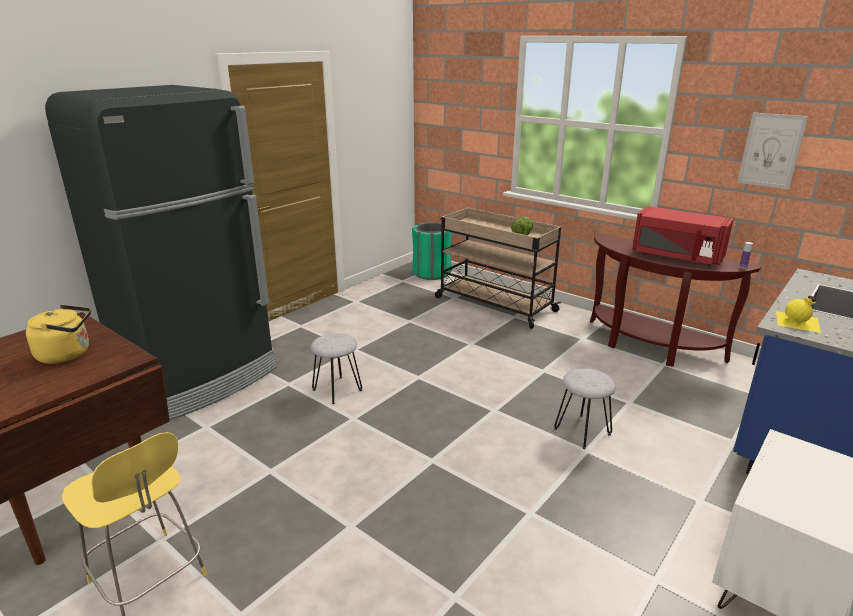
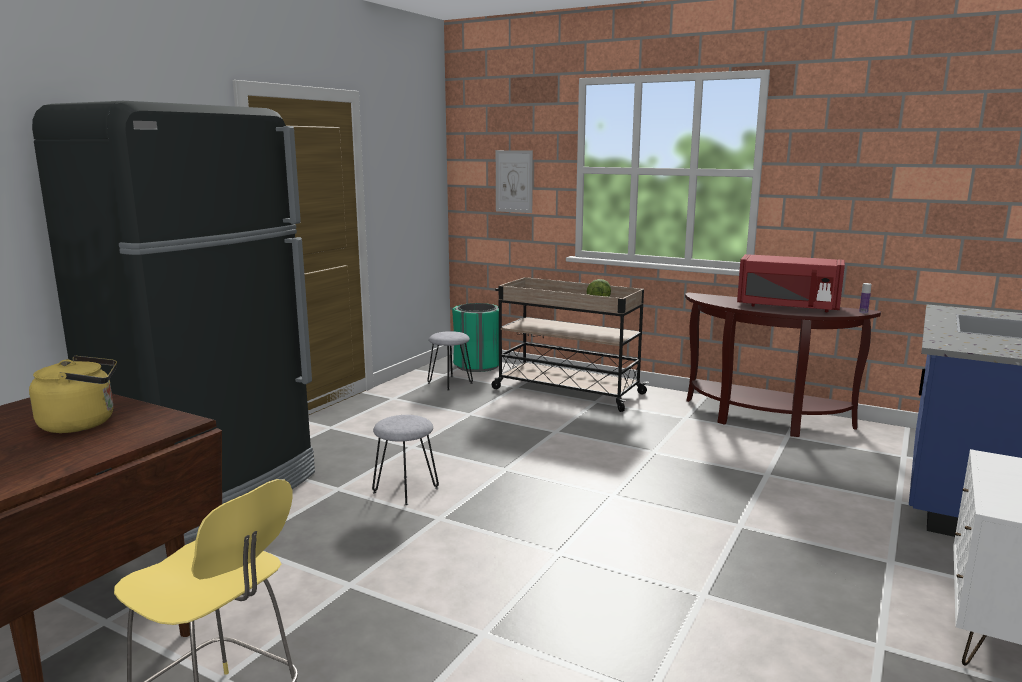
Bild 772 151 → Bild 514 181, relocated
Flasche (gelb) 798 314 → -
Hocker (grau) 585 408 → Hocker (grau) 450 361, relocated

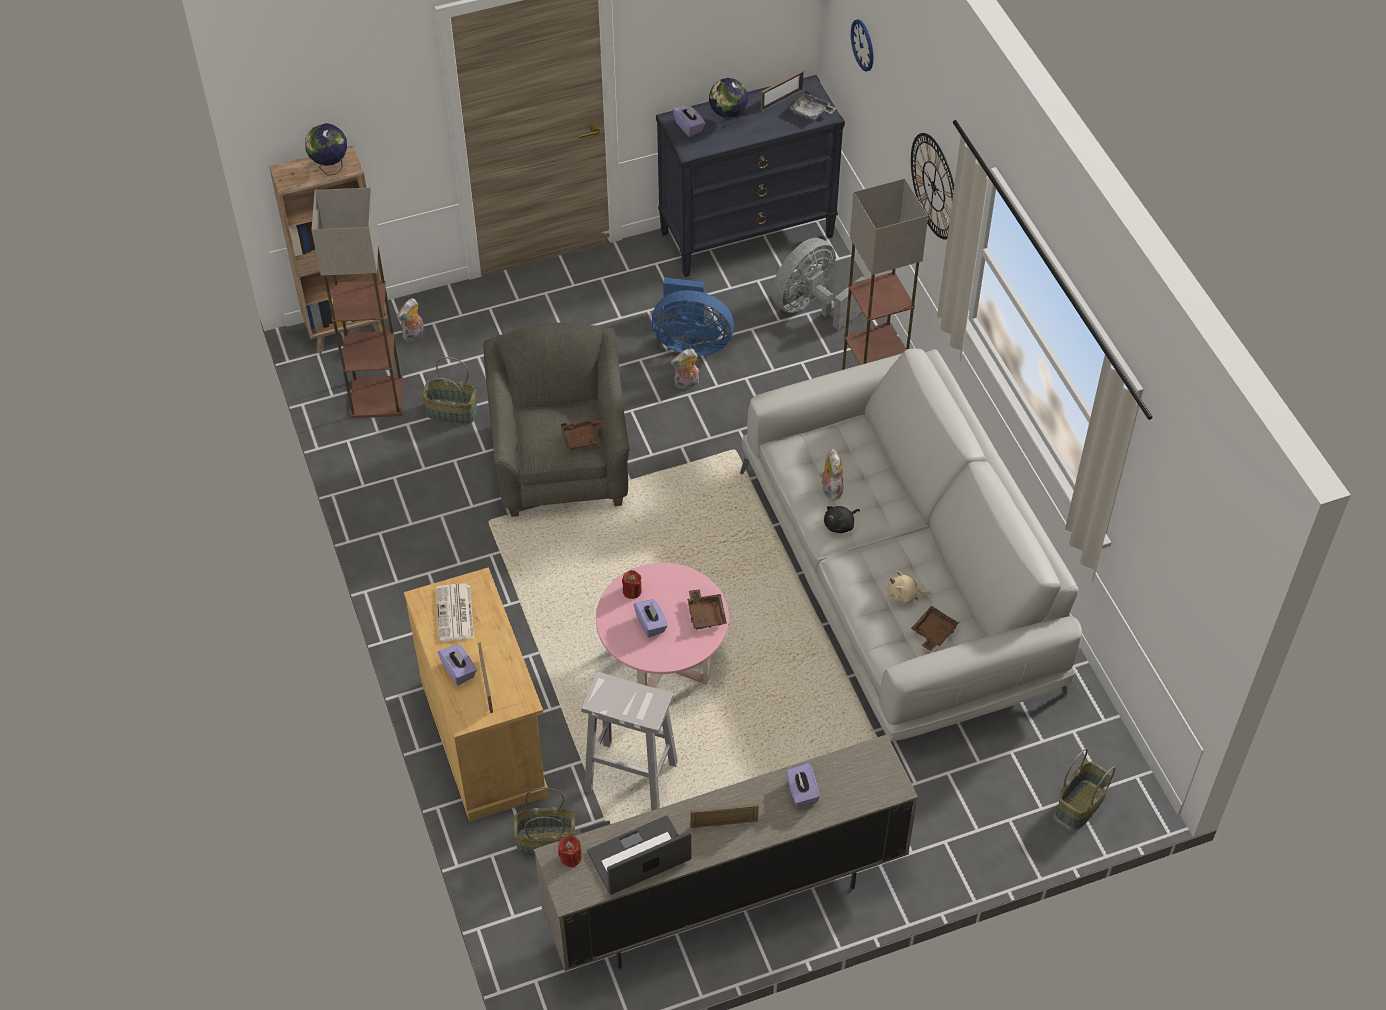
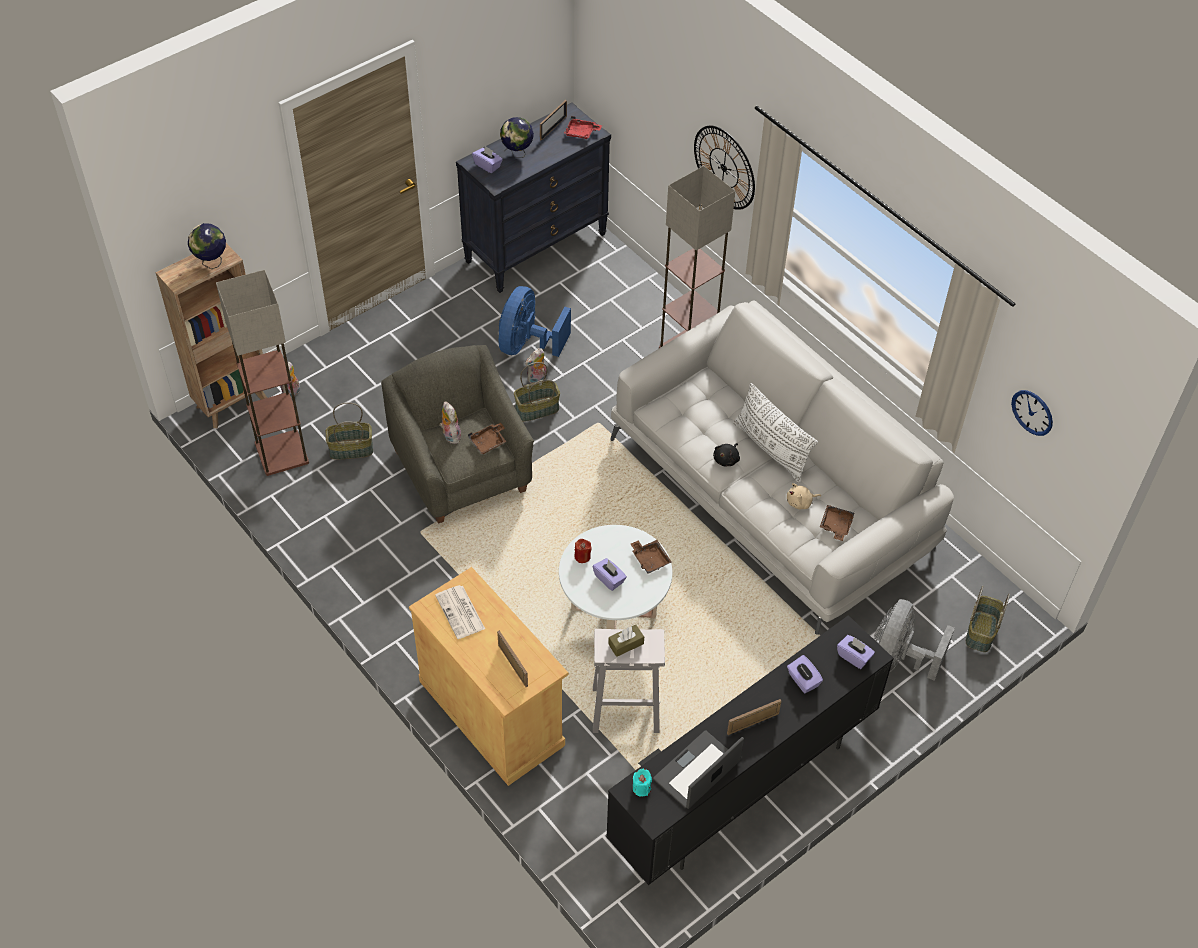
Wanduhr 862 45 → Wanduhr 1032 413, relocated
Tablett (grau) 812 105 → Tablett (rot) 583 127
Ventilator (grau) 819 284 → Ventilator (grau) 914 640, relocated
Ventilator (blau) 693 317 → Ventilator (blau) 535 321, 120 degrees clockwise
Plüschtier 832 474 → Plüschtier 450 422, relocated
Couchtisch (rosa) 662 625 → Couchtisch (weiß) 615 577
Taschentuchbox (lila) 457 664 → Taschentuchbox (lila) 856 652, relocated
Fernsehschrank (beige) 726 852 → Fernsehschrank (schwarz) 750 750
Korb 544 821 → Korb 537 392, relocated
Kerze (rot) 570 851 → Kerze (türkis) 642 783
- → Kissen (weiß) 775 433
- → Taschentuchbox (braun) 626 641

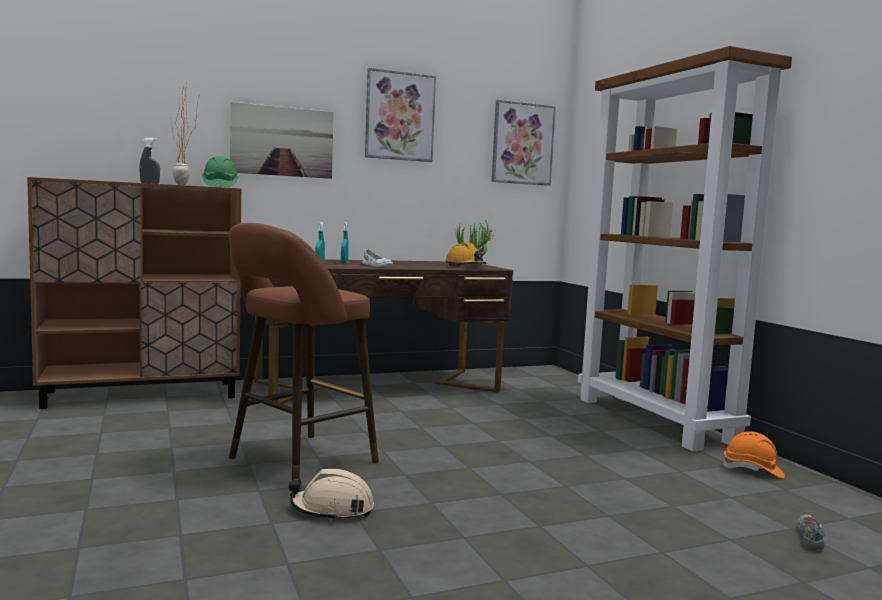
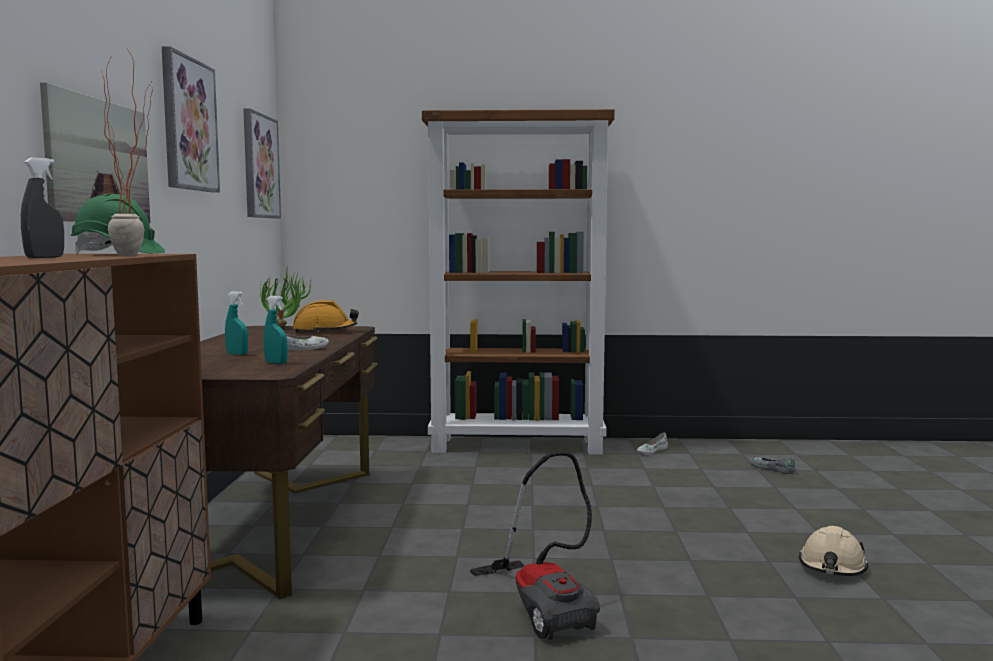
Hocker (braun) 304 351 → Staubsauger 535 545
Schutzhelm (orange) 753 454 → Schuh (weiß) 652 443
Schutzhelm (beige) 331 495 → Schutzhelm (beige) 834 551, relocated

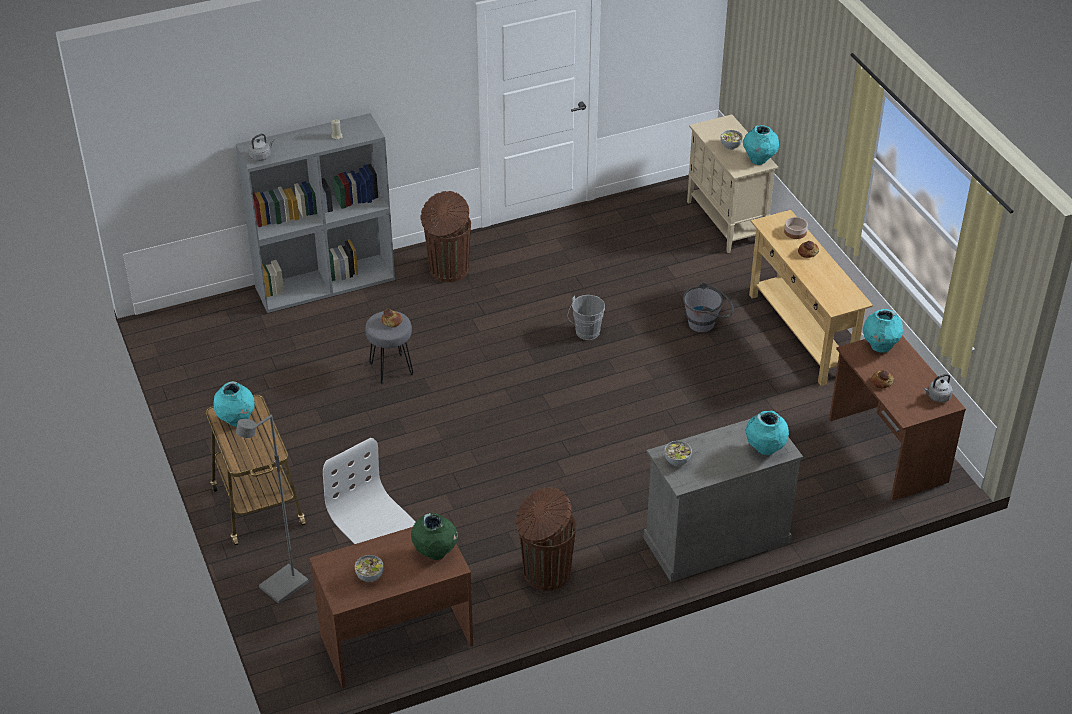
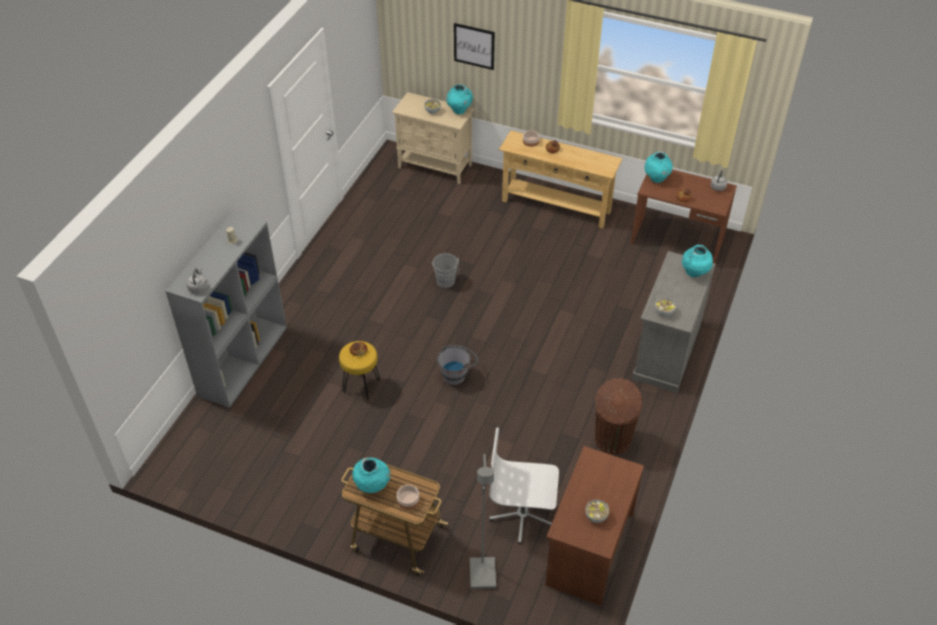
Mülleimer (braun) 446 236 → -
Eimer (grau) 708 307 → Eimer (grau) 457 365, relocated
Hocker (grau) 389 347 → Hocker (gelb) 359 370
Vase (grün) 434 536 → -
- → Bild 474 46
- → Schüssel 408 497

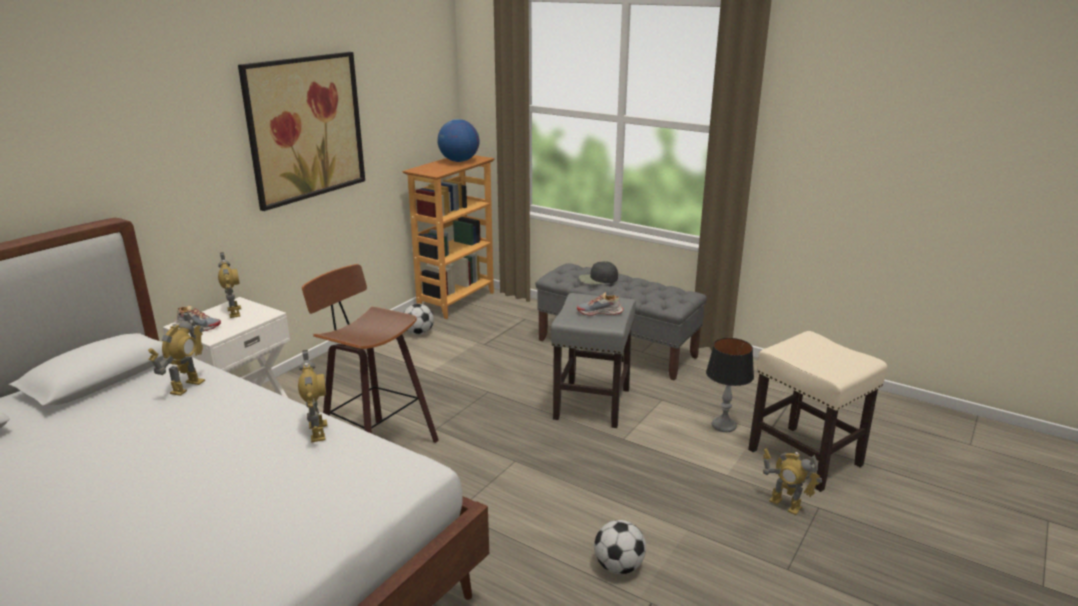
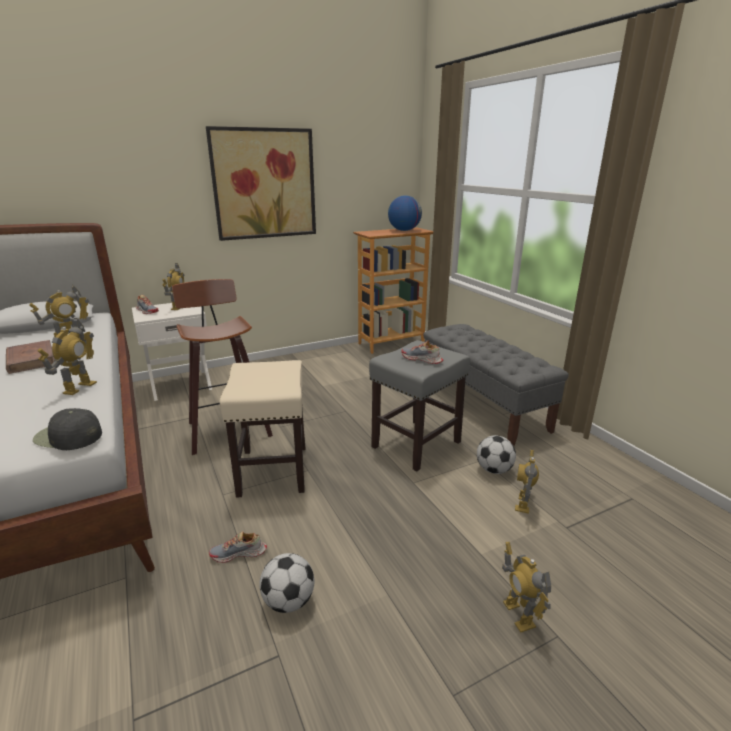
Kappe (schwarz) 598 273 → Kappe (schwarz) 67 429, relocated
Fußball 418 319 → Fußball 496 454, relocated
Hocker (beige) 817 411 → Hocker (beige) 262 429, relocated
Tischlampe 730 385 → Spielzeugroboter 527 482
- → Buch (braun) 30 357
- → Schuh 238 547

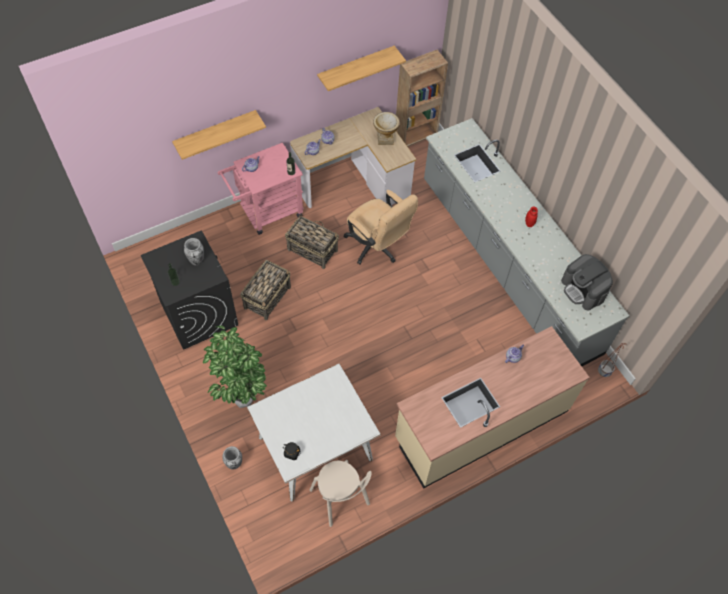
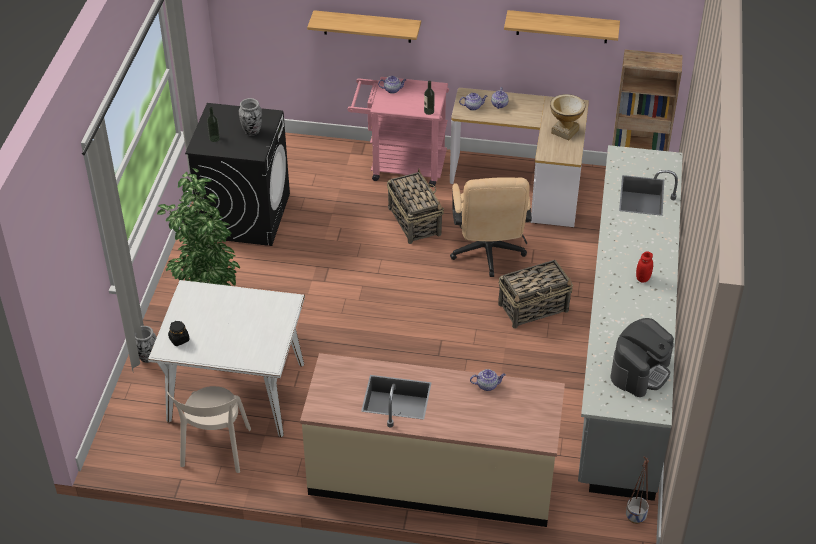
Kaffeemaschine 587 282 → Kaffeemaschine 642 357, 150 degrees counterclockwise
Korb 265 290 → Korb 535 294, relocated

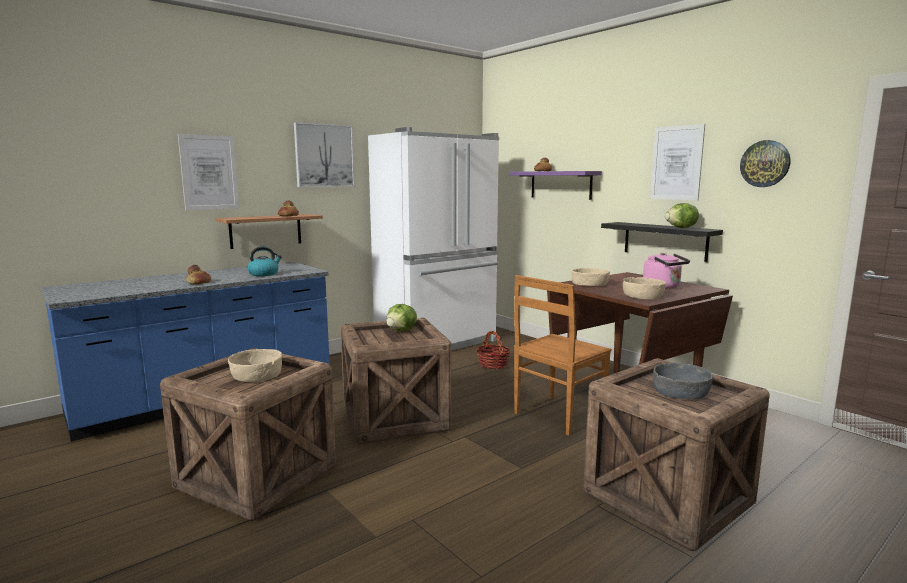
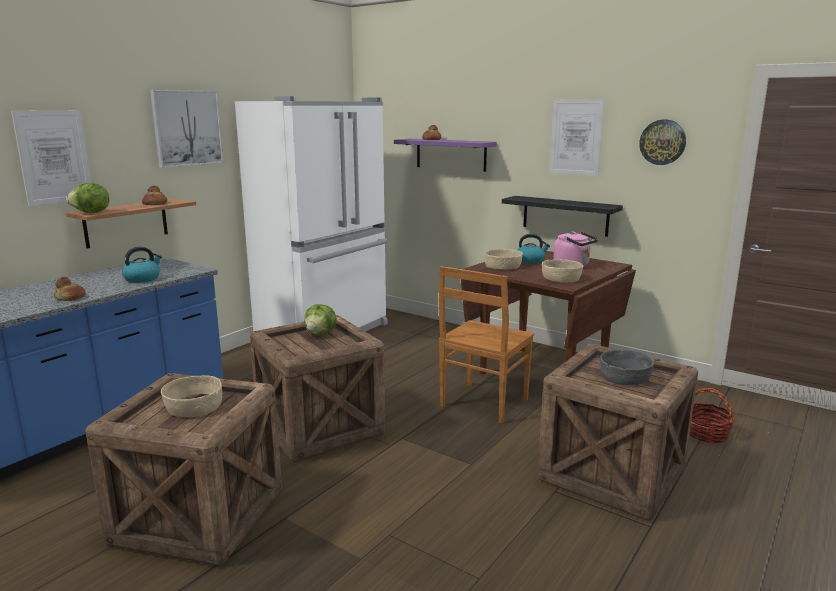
Salatkopf 682 215 → Salatkopf 87 198, relocated
Korb 493 350 → Korb 712 415, relocated
- → Wasserkessel 533 249

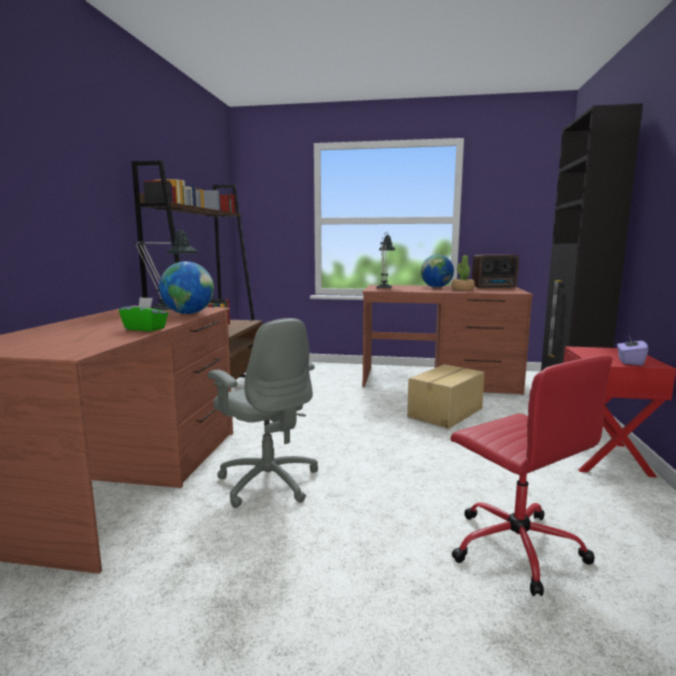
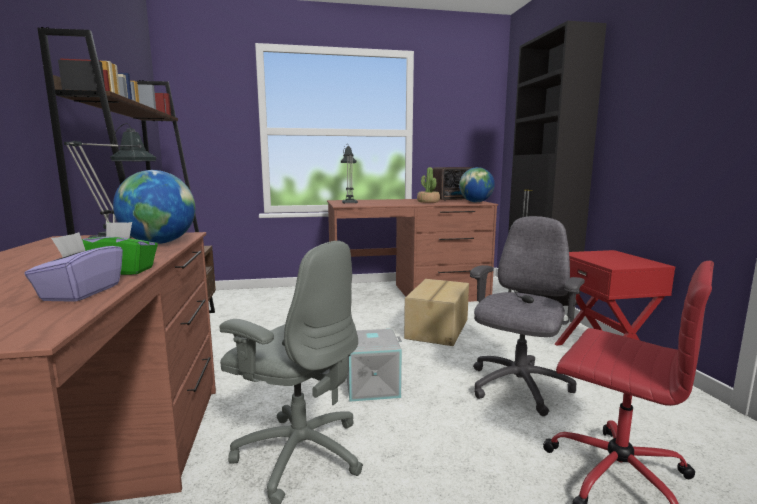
Globus 437 271 → Globus 477 184, relocated
Taschentuchbox (lila) 632 349 → Taschentuchbox (lila) 73 267, relocated
- → Bürostuhl (grau) 527 316
- → Aufbewahrungsbox (grau) 374 365

